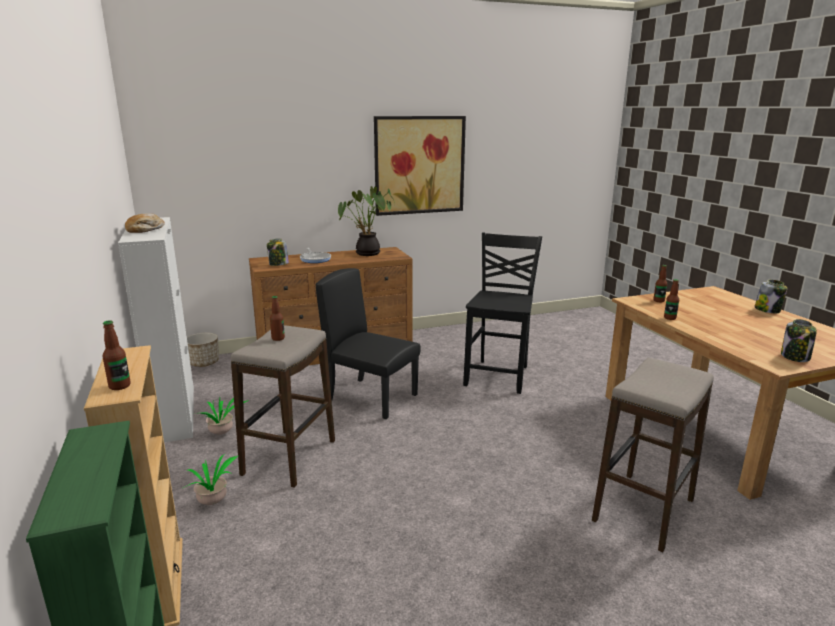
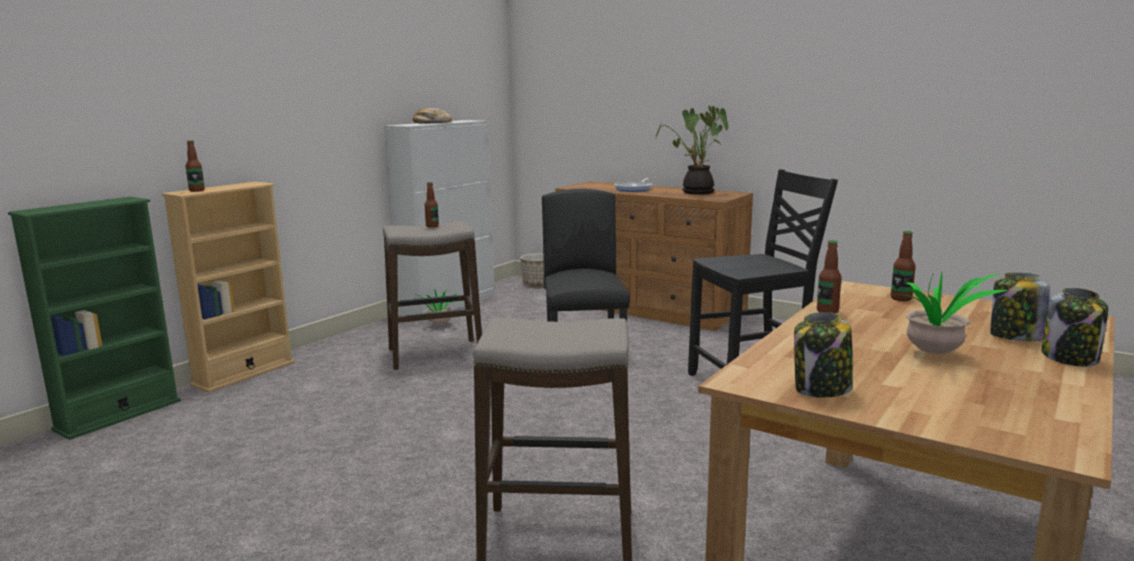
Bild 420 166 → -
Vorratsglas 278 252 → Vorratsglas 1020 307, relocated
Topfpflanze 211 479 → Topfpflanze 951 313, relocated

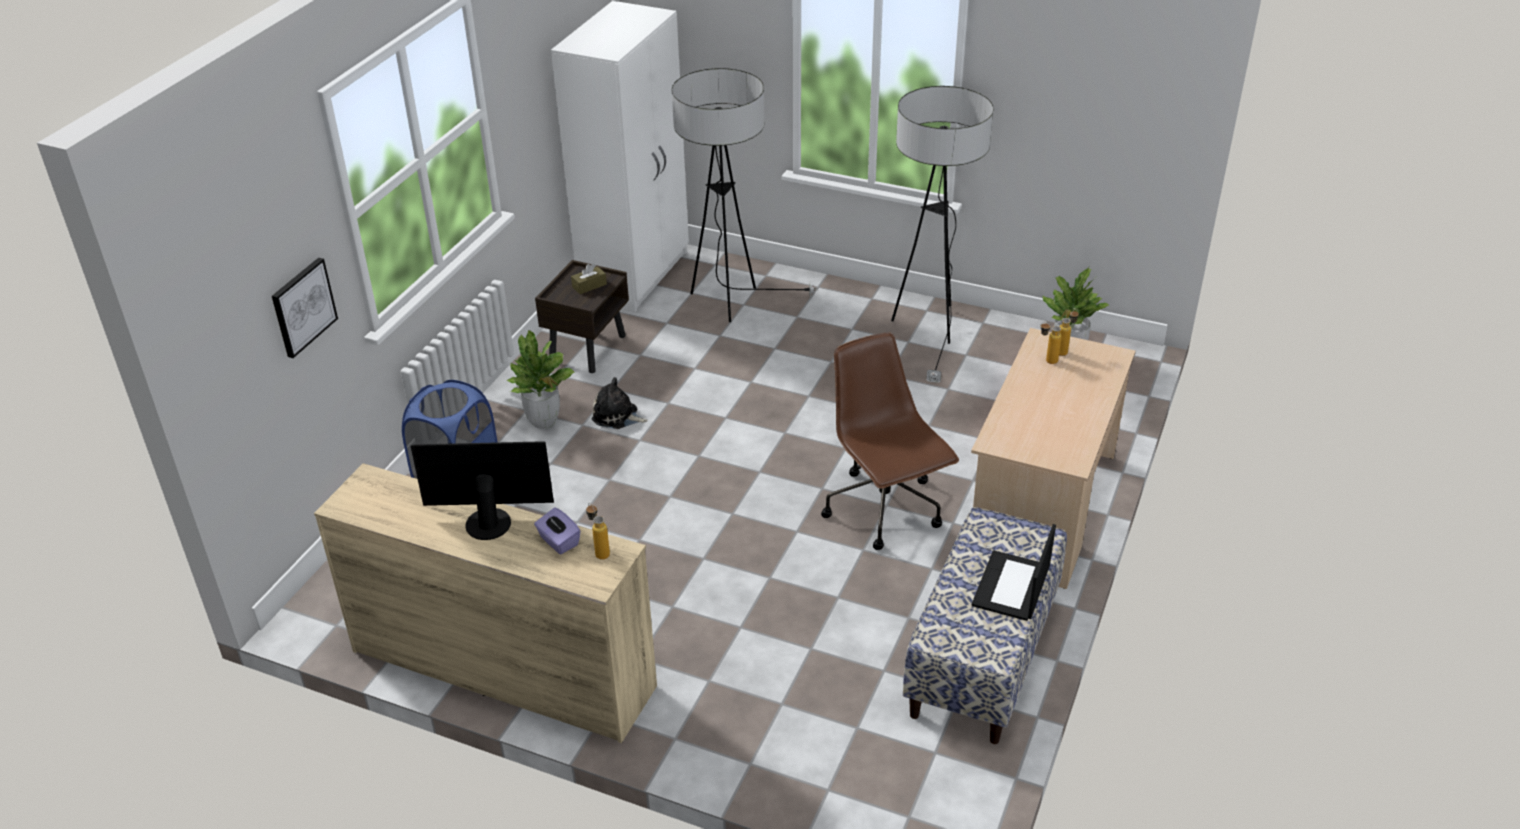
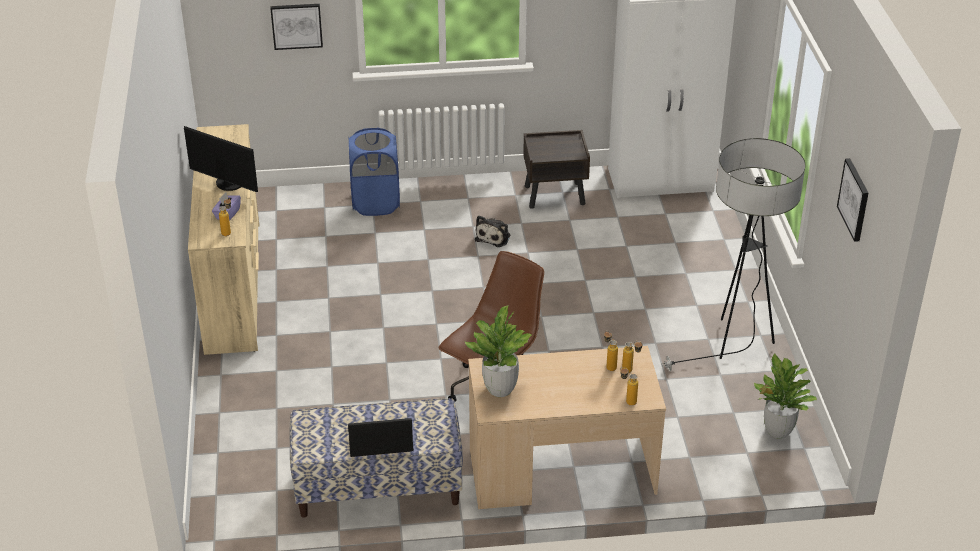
Stehlampe 745 195 → -
Taschentuchbox (braun) 589 279 → -
Topfpflanze 541 379 → Topfpflanze 498 351, relocated
Plüschtier 620 403 → Plüschtier 492 231, 150 degrees counterclockwise
Monitor 482 490 → Monitor 221 159, 150 degrees clockwise
- → Bild 852 200
- → Flasche 629 386

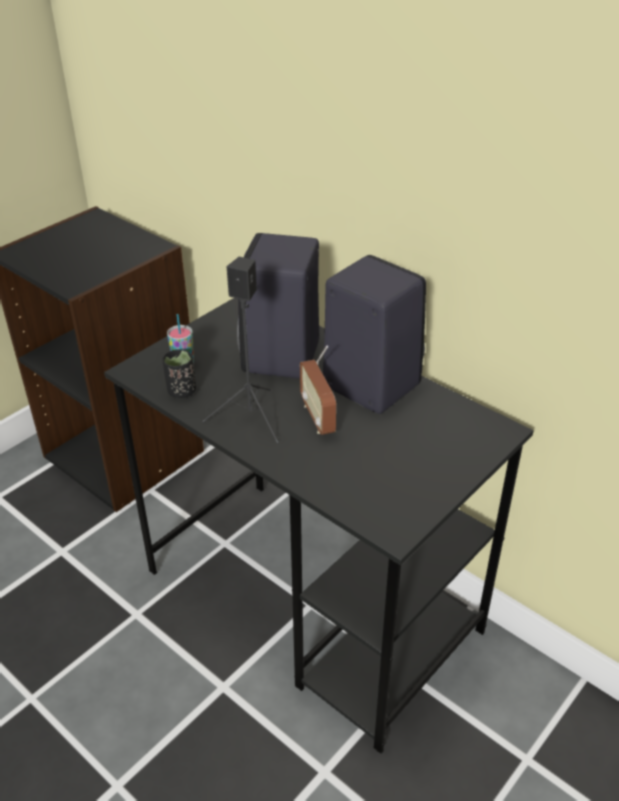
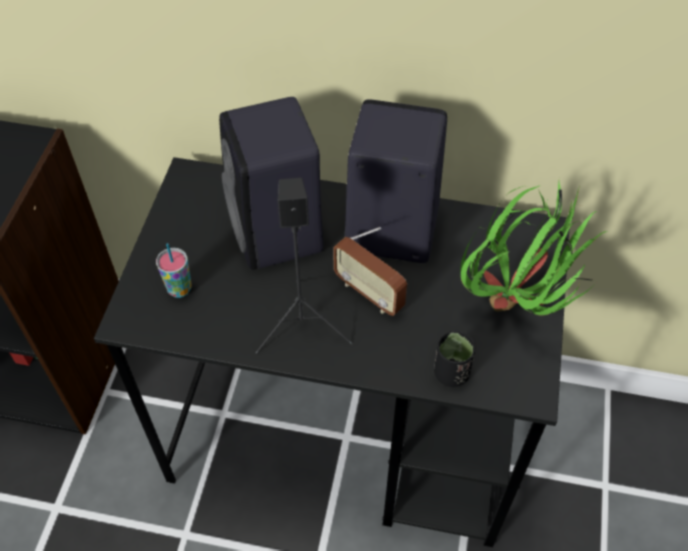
Tasse (schwarz) 179 373 → Tasse (schwarz) 454 359, relocated
- → Topfpflanze 533 247

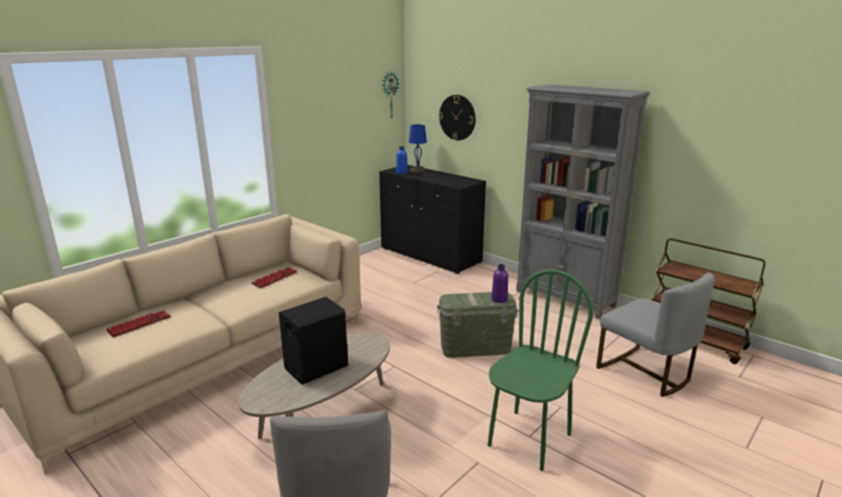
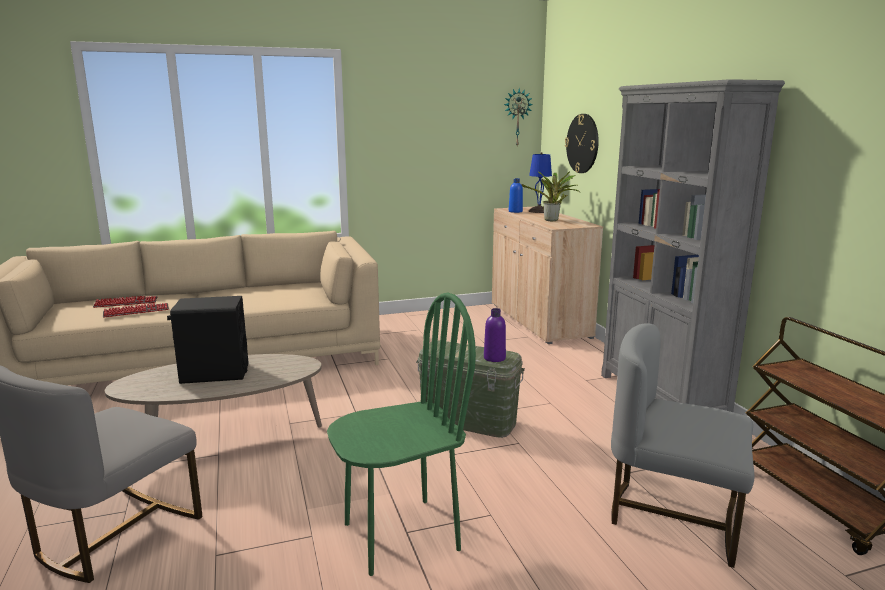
Schrank (schwarz) 432 219 → Schrank (beige) 547 275
Tastatur 274 277 → Tastatur 136 310, relocated
Stuhl (grau) 655 334 → Stuhl (grau) 682 445, 120 degrees clockwise
- → Topfpflanze 550 196

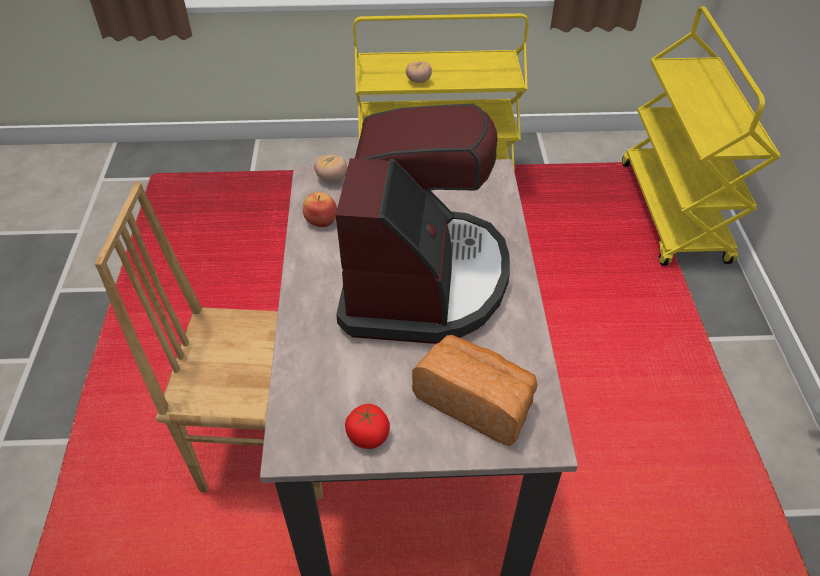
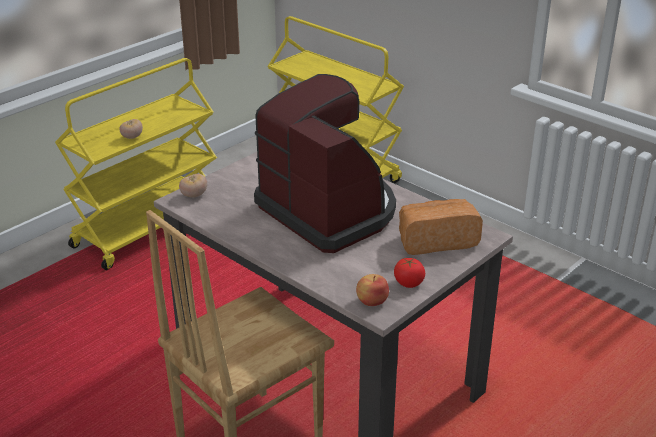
Apfel 320 209 → Apfel 372 290, relocated

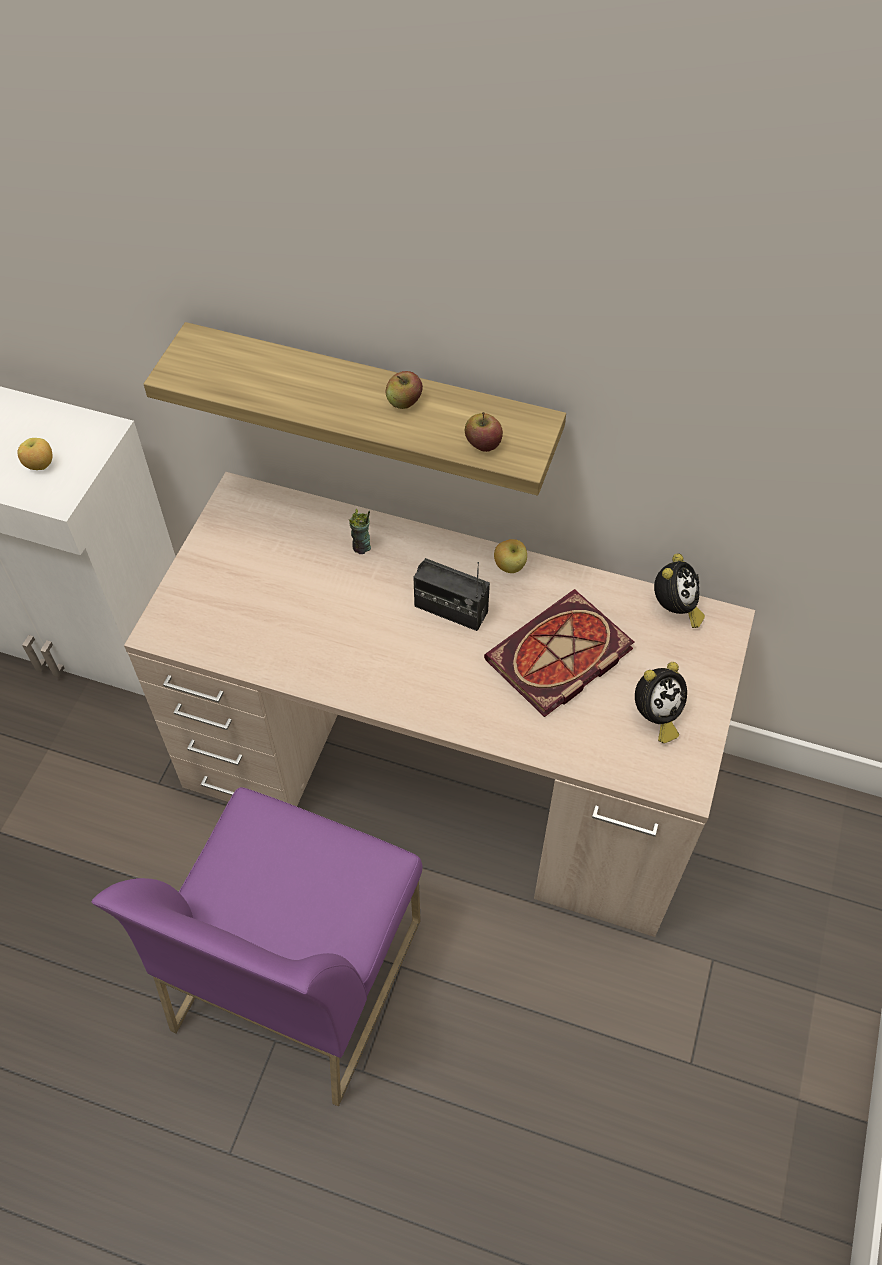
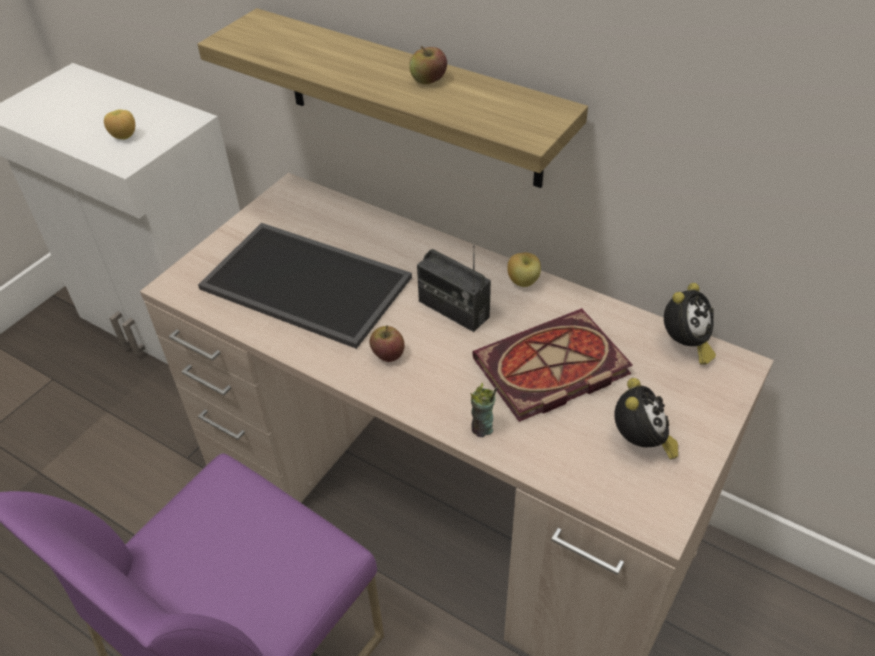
Apfel 484 432 → Apfel 387 343, relocated
Tasse 360 531 → Tasse 483 409, relocated
Wecker 661 702 → Wecker 646 419, 60 degrees counterclockwise
- → Tablett 305 286

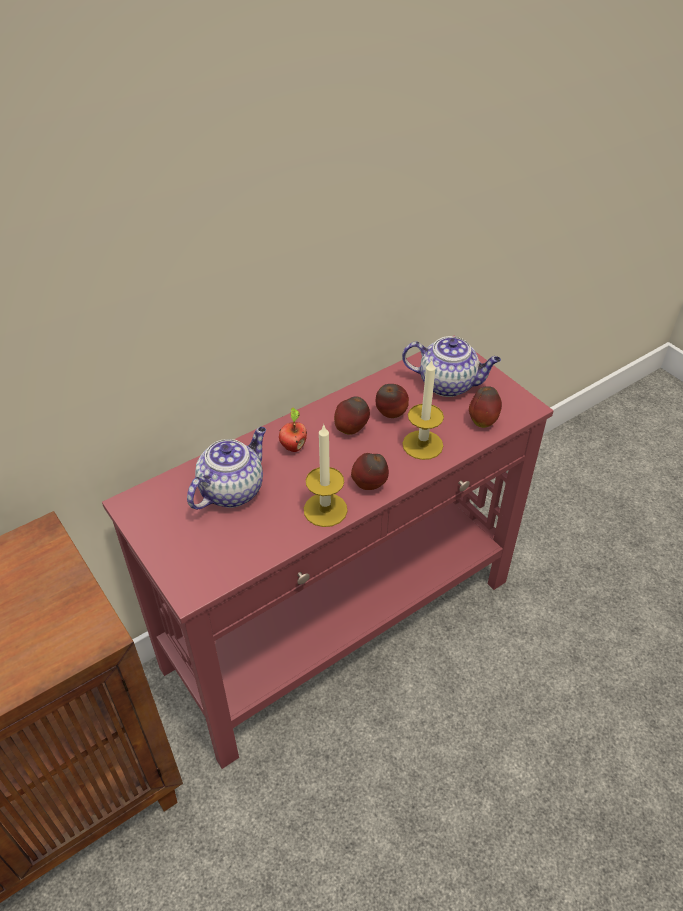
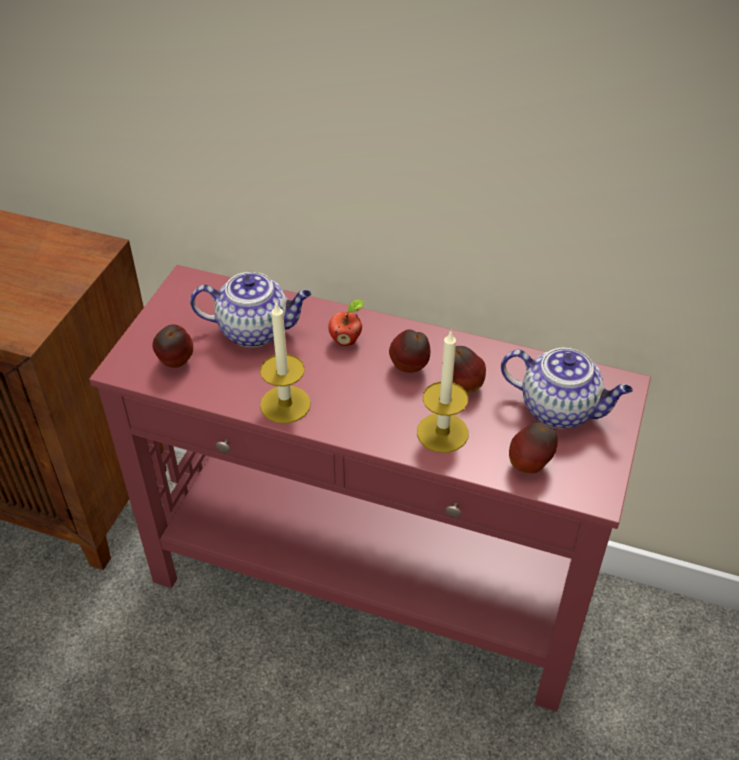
Teekanne 451 366 → Teekanne 567 388, 45 degrees counterclockwise
Apfel 370 471 → Apfel 172 346, relocated

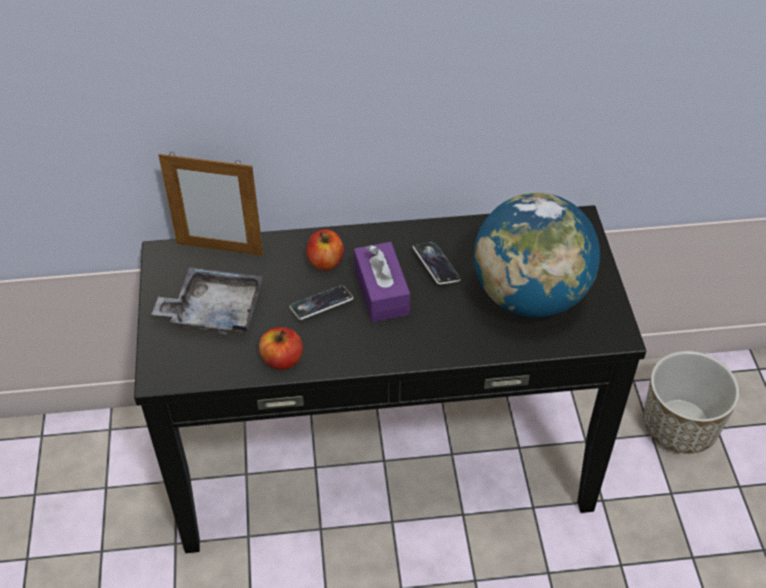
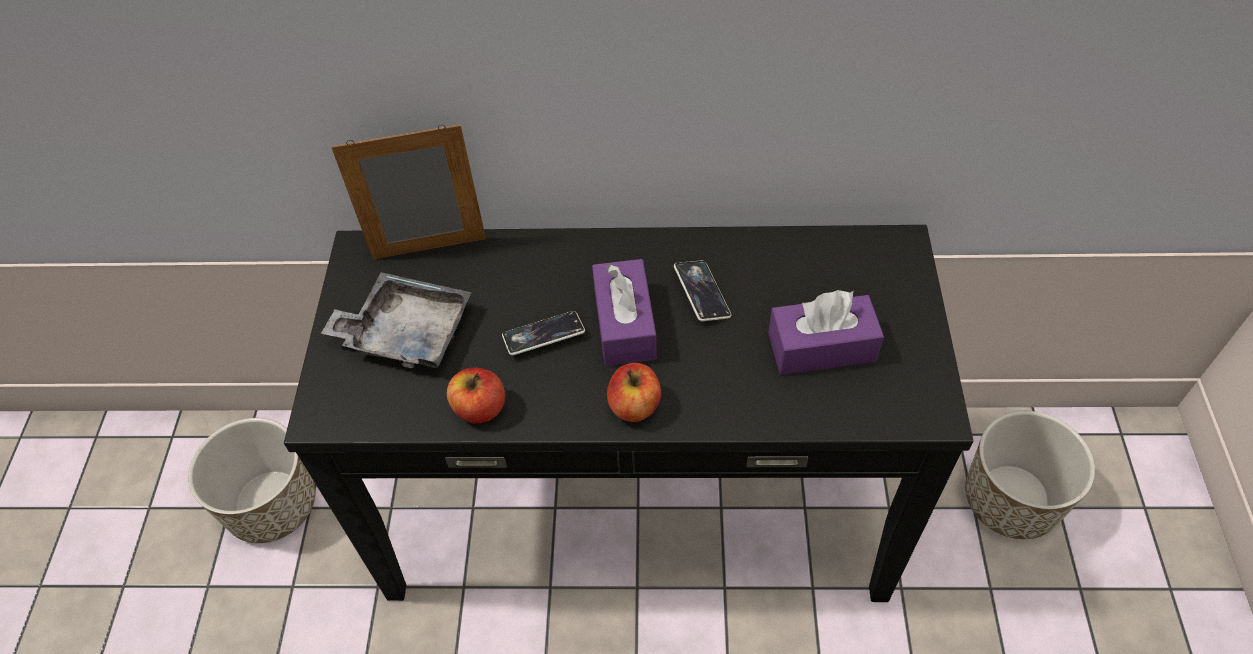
Bilderrahmen 211 204 → Bilderrahmen 408 192, 150 degrees clockwise
Globus 537 255 → Taschentuchbox (lila) 826 332
Apfel 325 249 → Apfel 634 392, relocated
- → Pflanzkübel 252 480

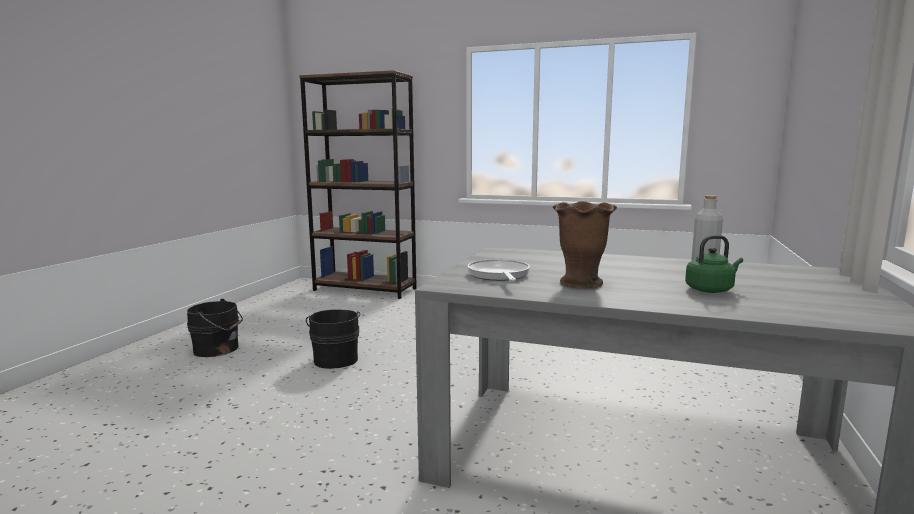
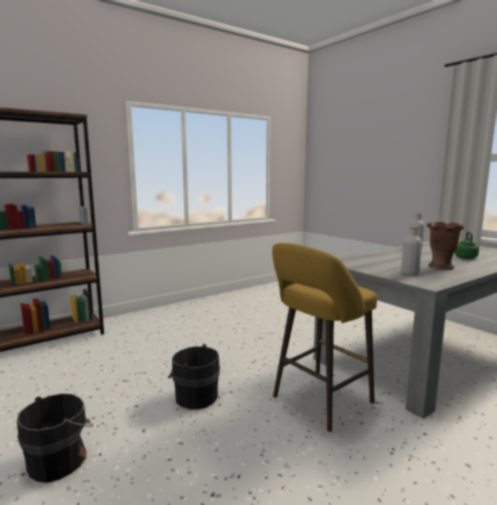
Pfanne 499 270 → Flasche (grau) 411 250
- → Hocker (gelb) 324 337

